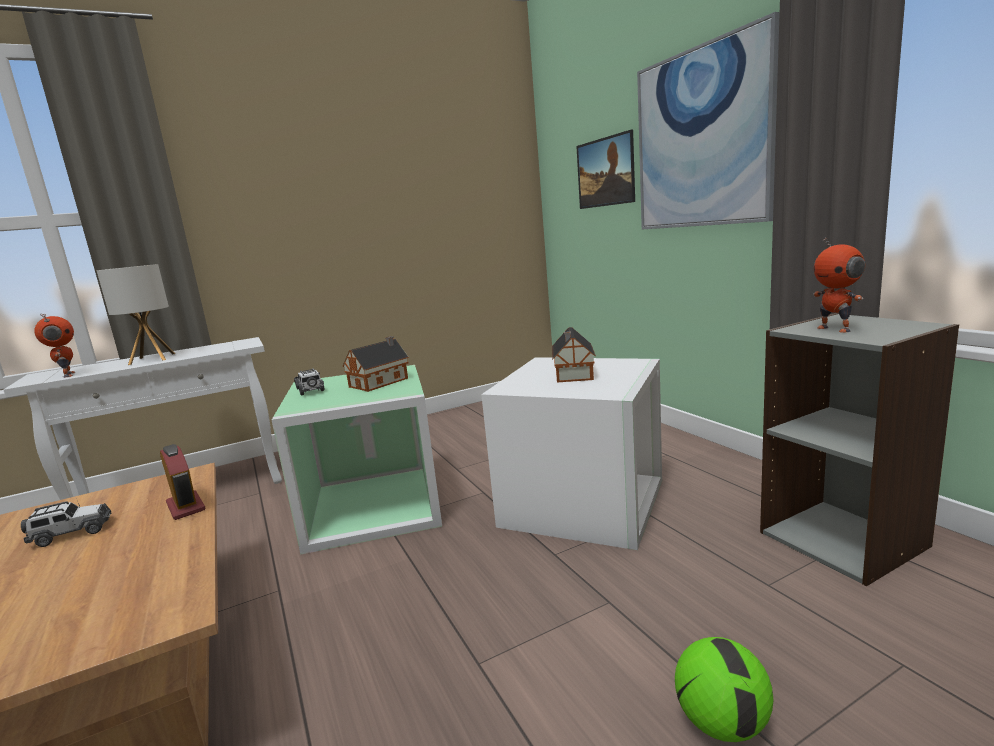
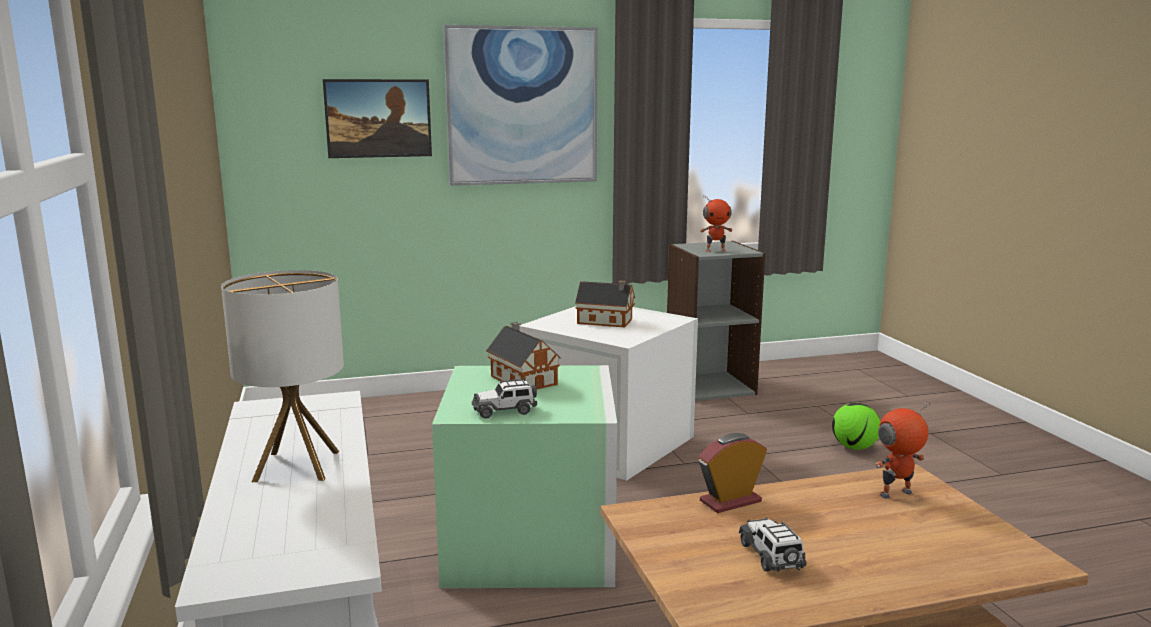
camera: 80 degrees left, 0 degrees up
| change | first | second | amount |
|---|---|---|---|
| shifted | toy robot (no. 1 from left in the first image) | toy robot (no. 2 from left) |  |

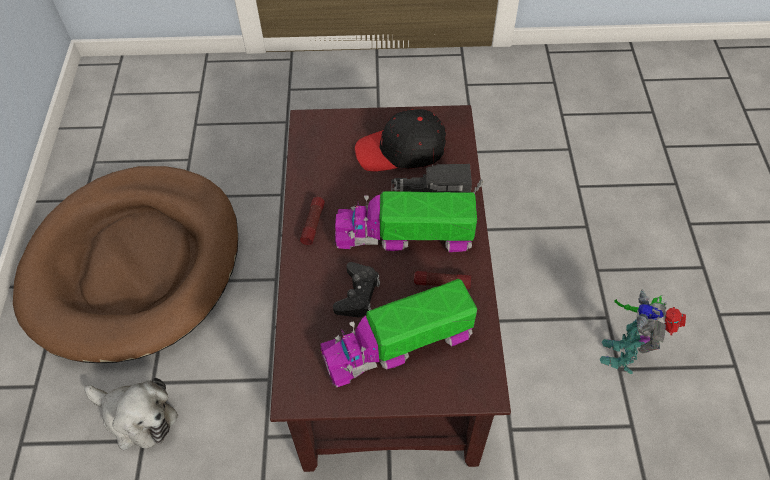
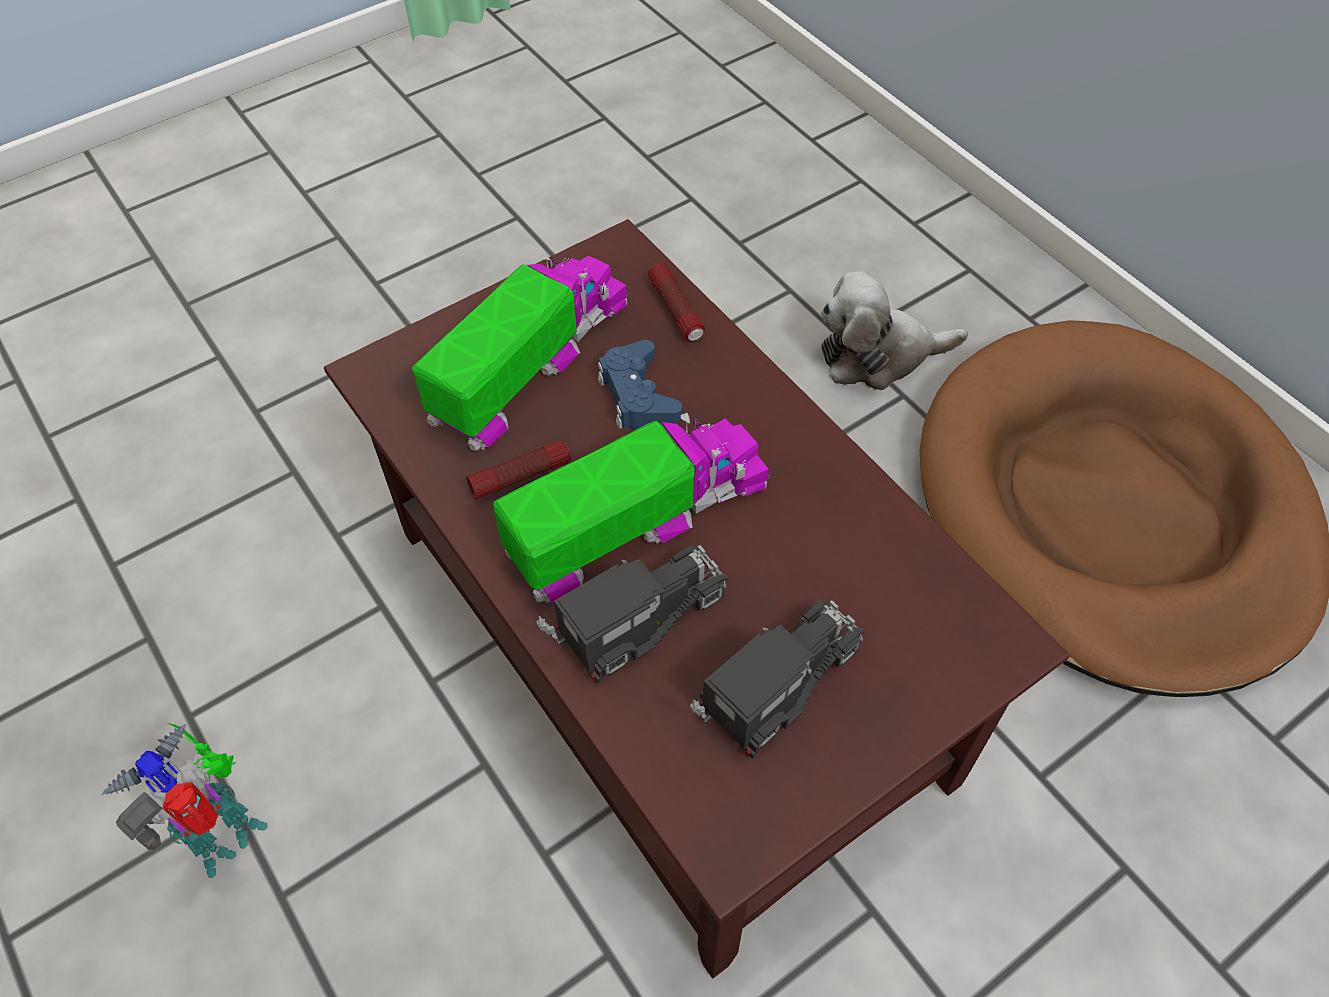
camera: 145 degrees right, 0 degrees up
| change | first | second | amount |
|---|---|---|---|
| shifted | flashlight (no. 1 from left in the first image) | flashlight (no. 2 from left) |  |
| repainted | black game controller | blue game controller |  |
| swapped | black cap | toy truck (no. 4 from left) |  |
| rotated | toy robot |  | 120 degrees counterclockwise |

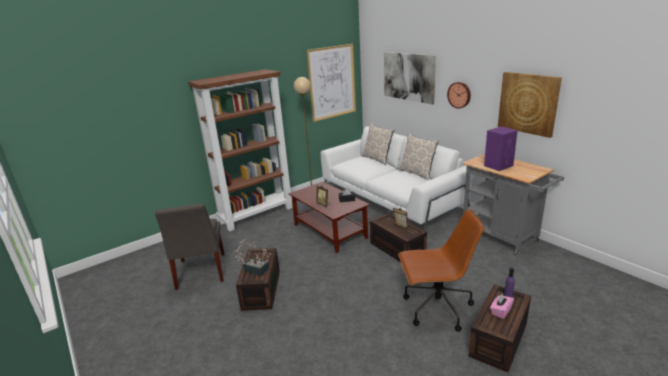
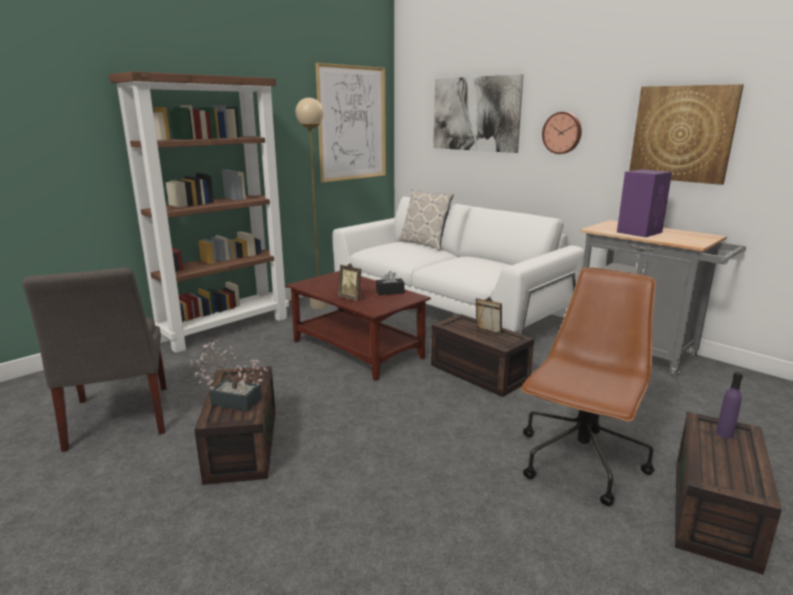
camera: 10 degrees left, 5 degrees down
| change | first | second | amount |
|---|---|---|---|
| rotated | brown office chair |  | 45 degrees counterclockwise |
| gone | pillow (no. 2 from left) |  |  |
| gone | pink tissue box |  |  |

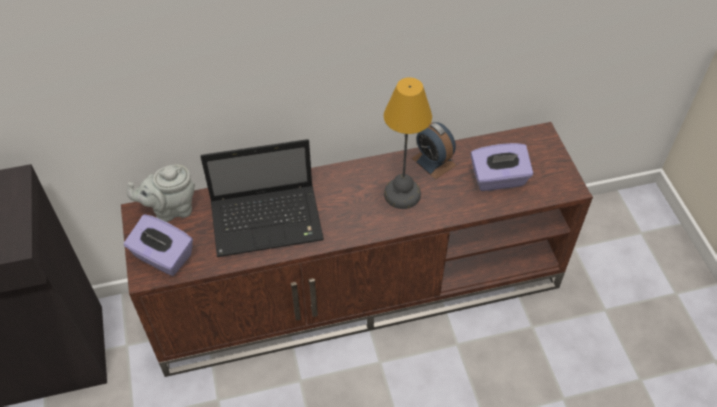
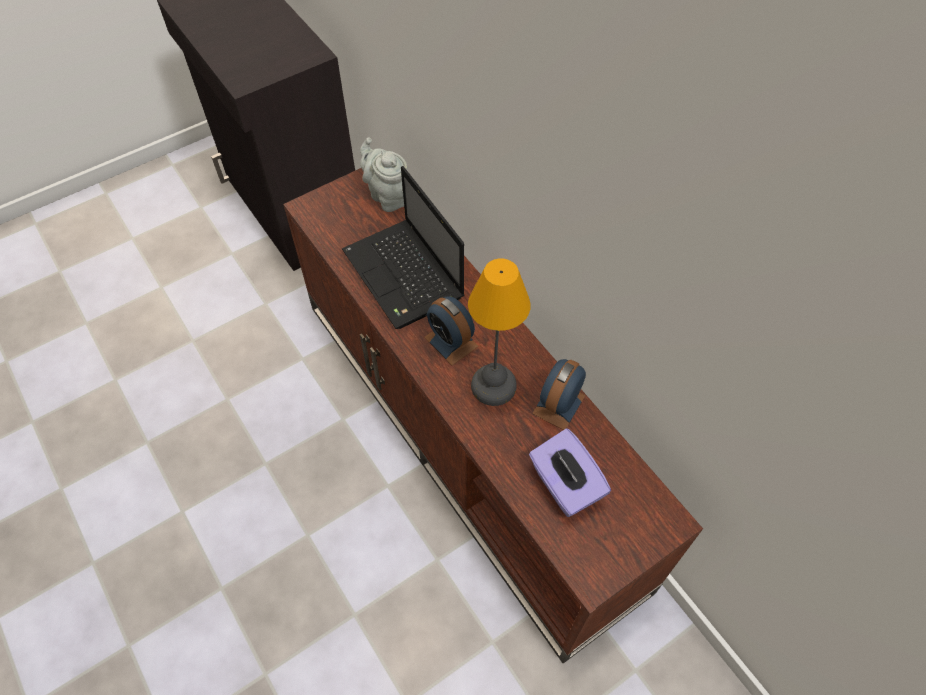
camera: 70 degrees right, 5 degrees up
| change | first | second | amount |
|---|---|---|---|
| gone | purple tissue box (no. 1 from left) |  |  |
| new |  | alarm clock (no. 1 from left) |  |

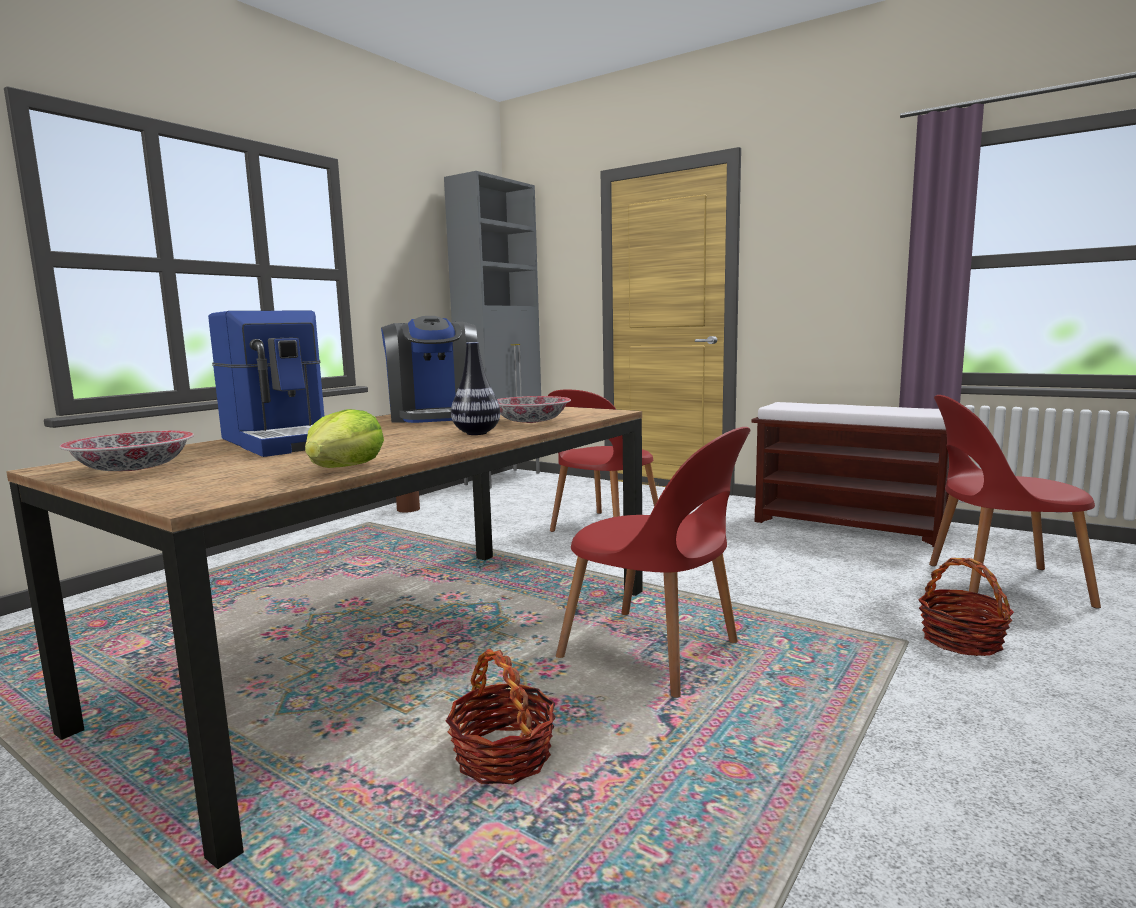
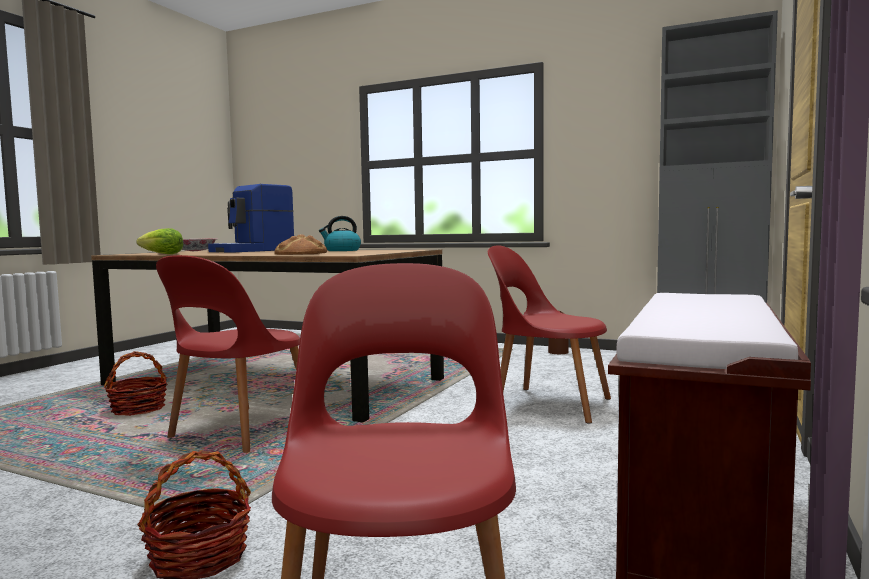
camera: 80 degrees right, 5 degrees down
| change | first | second | amount |
|---|---|---|---|
| swapped | coffee machine (no. 2 from left) | kettle |  |
| gone | vase |  |  |
| swapped | bowl (no. 2 from left) | bread |  |

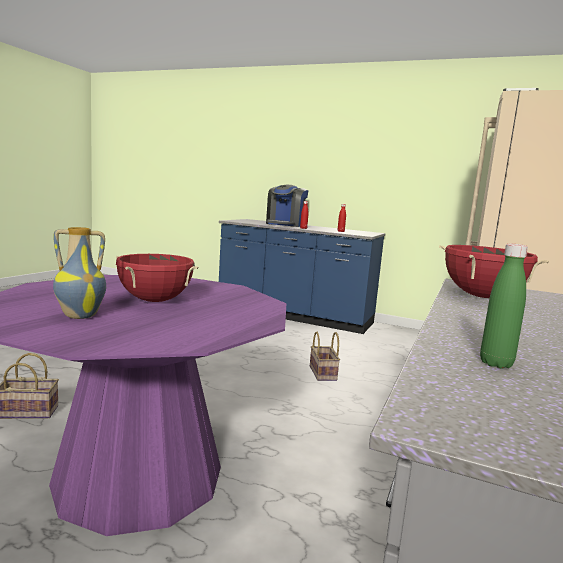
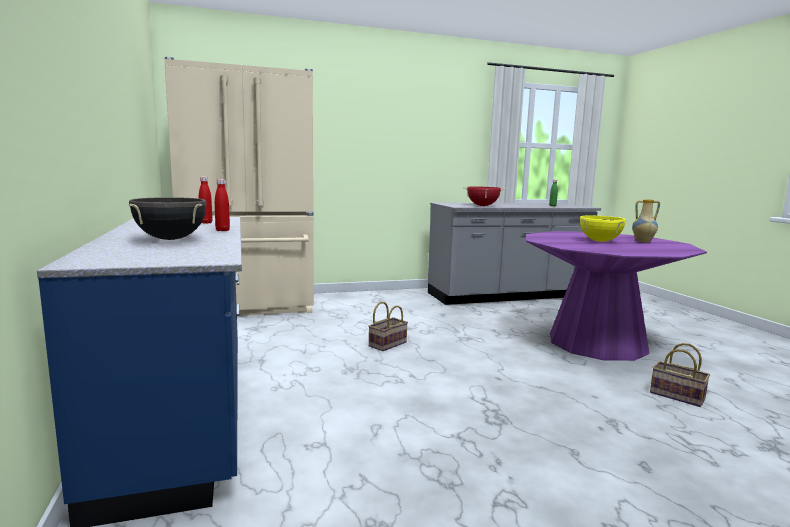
camera: 130 degrees left, 0 degrees up
| change | first | second | amount |
|---|---|---|---|
| repainted | red cooking pot (no. 1 from left) | yellow cooking pot |  |
| swapped | coffee machine | black cooking pot |  |

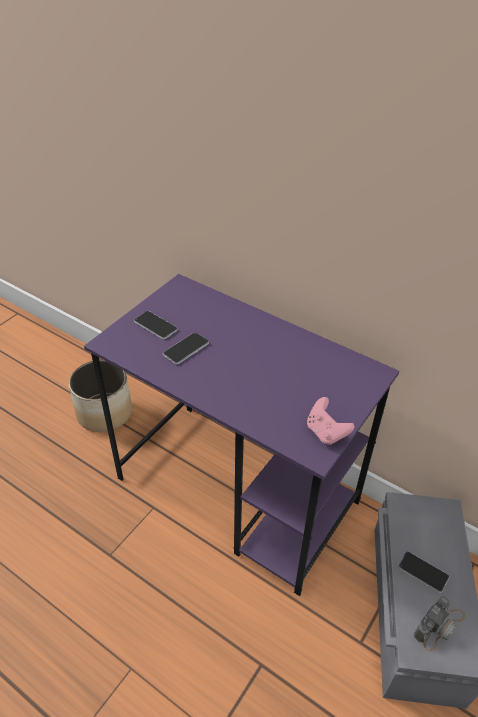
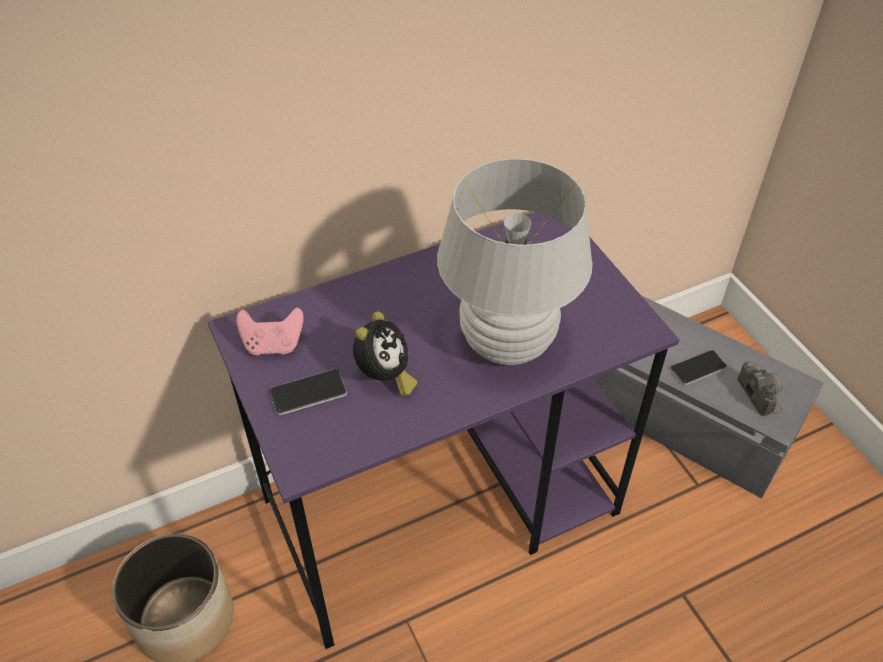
camera: 60 degrees left, 5 degrees up
| change | first | second | amount |
|---|---|---|---|
| swapped | phone (no. 2 from left) | alarm clock |  |
| shifted | pink game controller |  |  |
| new |  | white table lamp |  |

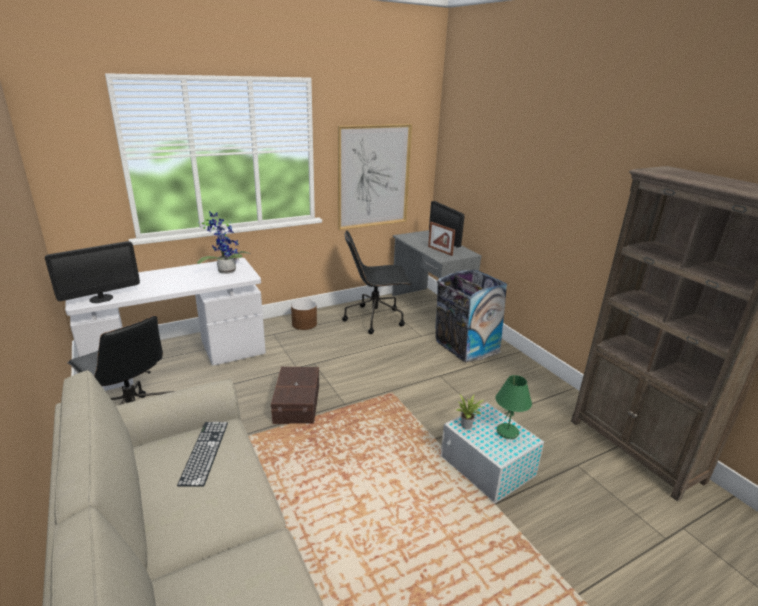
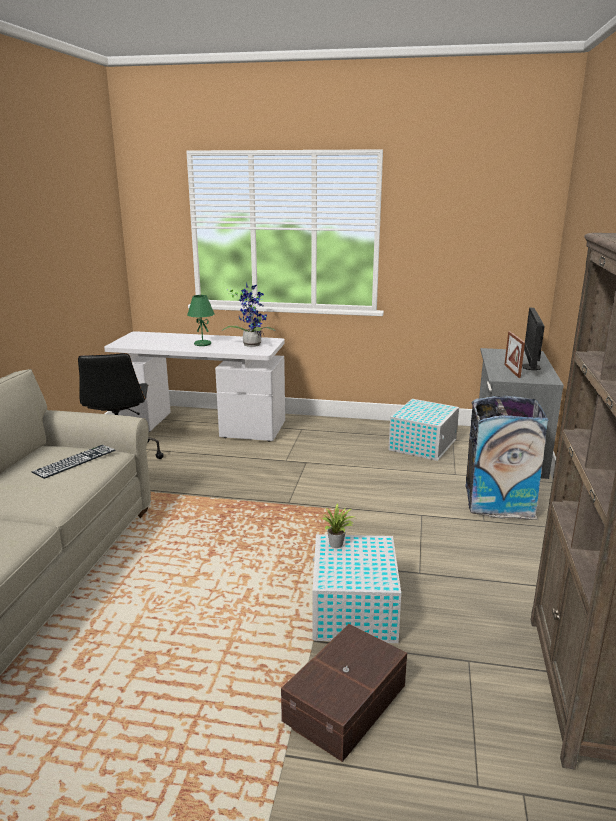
camera: 40 degrees right, 5 degrees down
| change | first | second | amount |
|---|---|---|---|
| gone | monitor (no. 1 from left) |  |  |
| shifted | brown storage box |  |  |
| gone | brown planter |  |  |
| gone | picture |  |  |
| swapped | black office chair (no. 2 from left) | white storage box (no. 2 from left) |  |
| shifted | green table lamp |  |  |

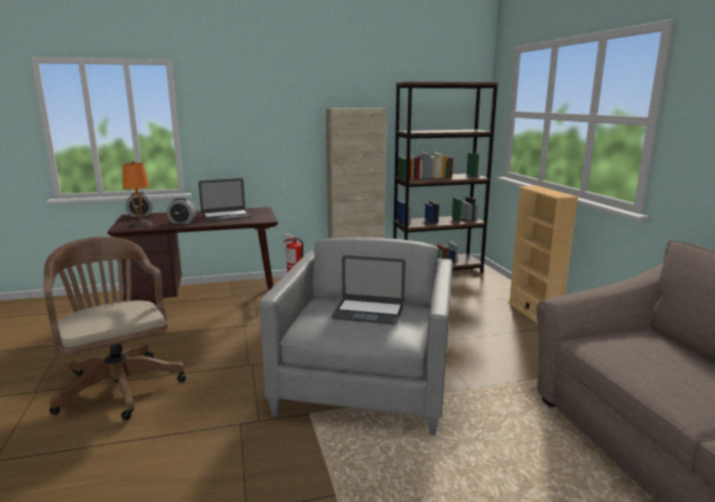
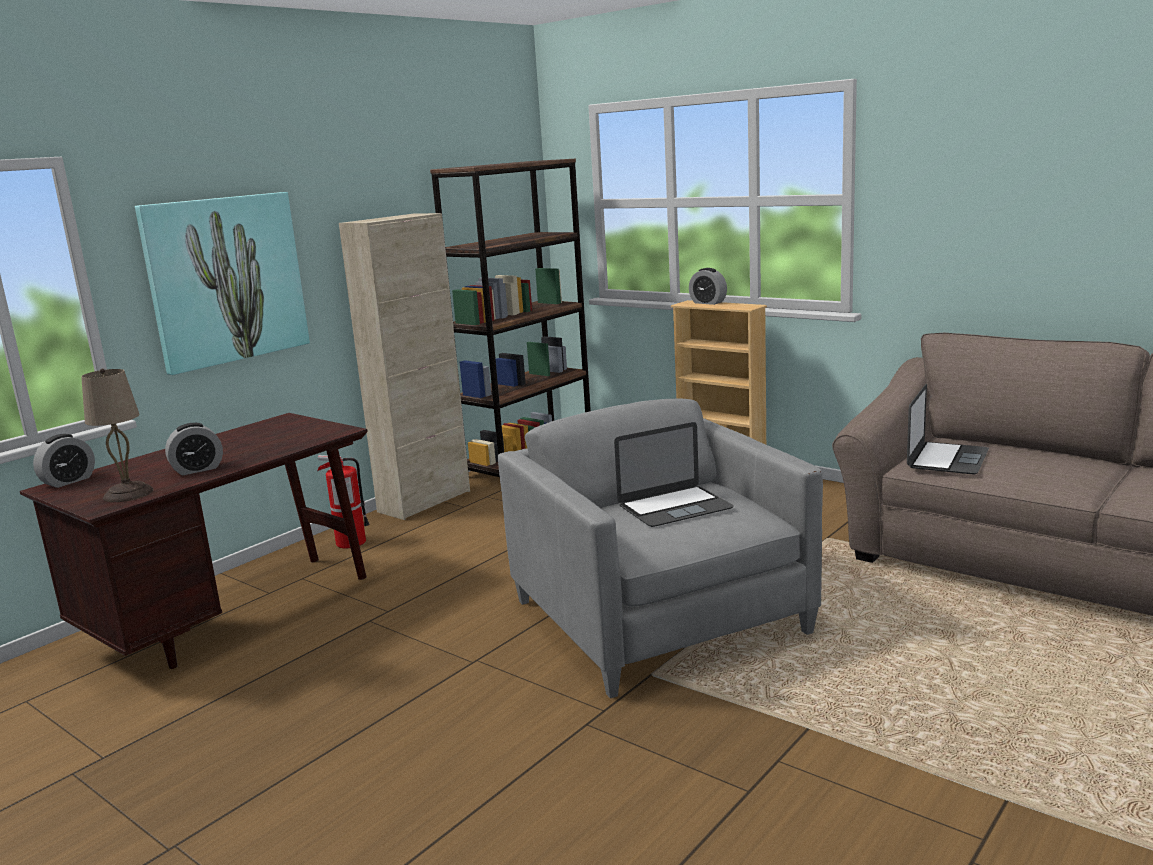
camera: 35 degrees left, 0 degrees up
| change | first | second | amount |
|---|---|---|---|
| gone | brown office chair |  |  |
| repainted | orange table lamp | beige table lamp |  |
| shifted | laptop (no. 1 from left in the first image) | laptop (no. 2 from left) |  |
| new |  | picture |  |
| new |  | alarm clock (no. 3 from left) |  |

